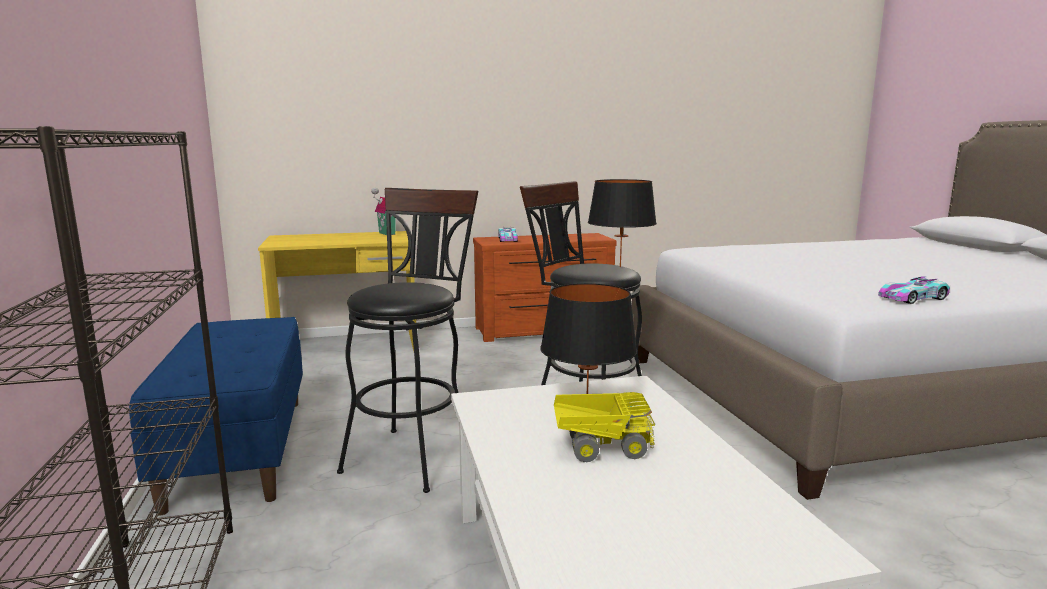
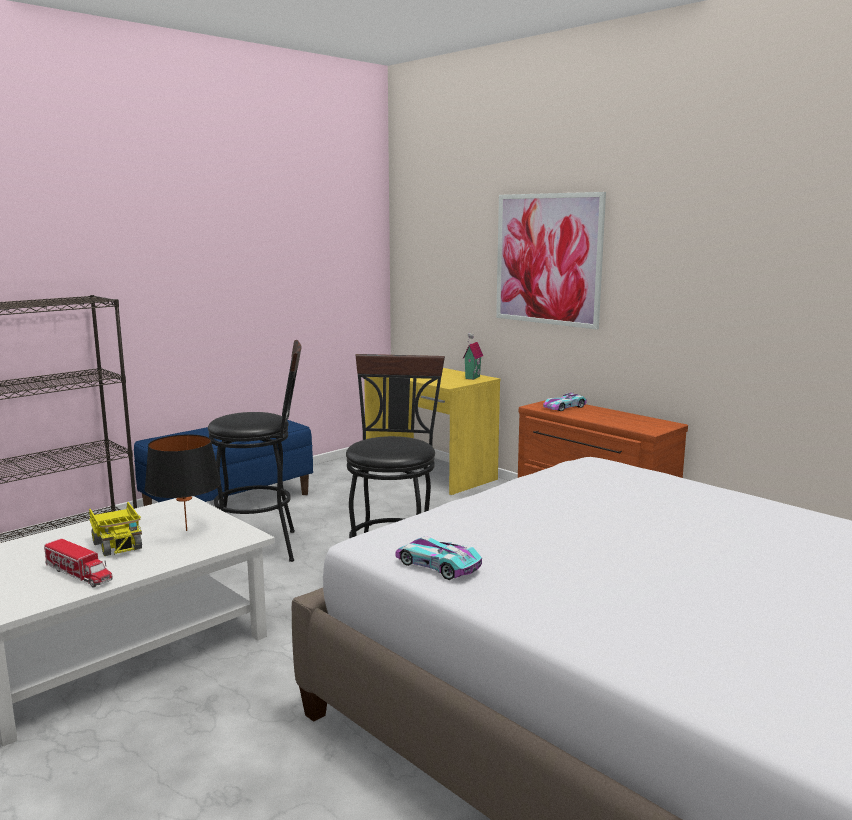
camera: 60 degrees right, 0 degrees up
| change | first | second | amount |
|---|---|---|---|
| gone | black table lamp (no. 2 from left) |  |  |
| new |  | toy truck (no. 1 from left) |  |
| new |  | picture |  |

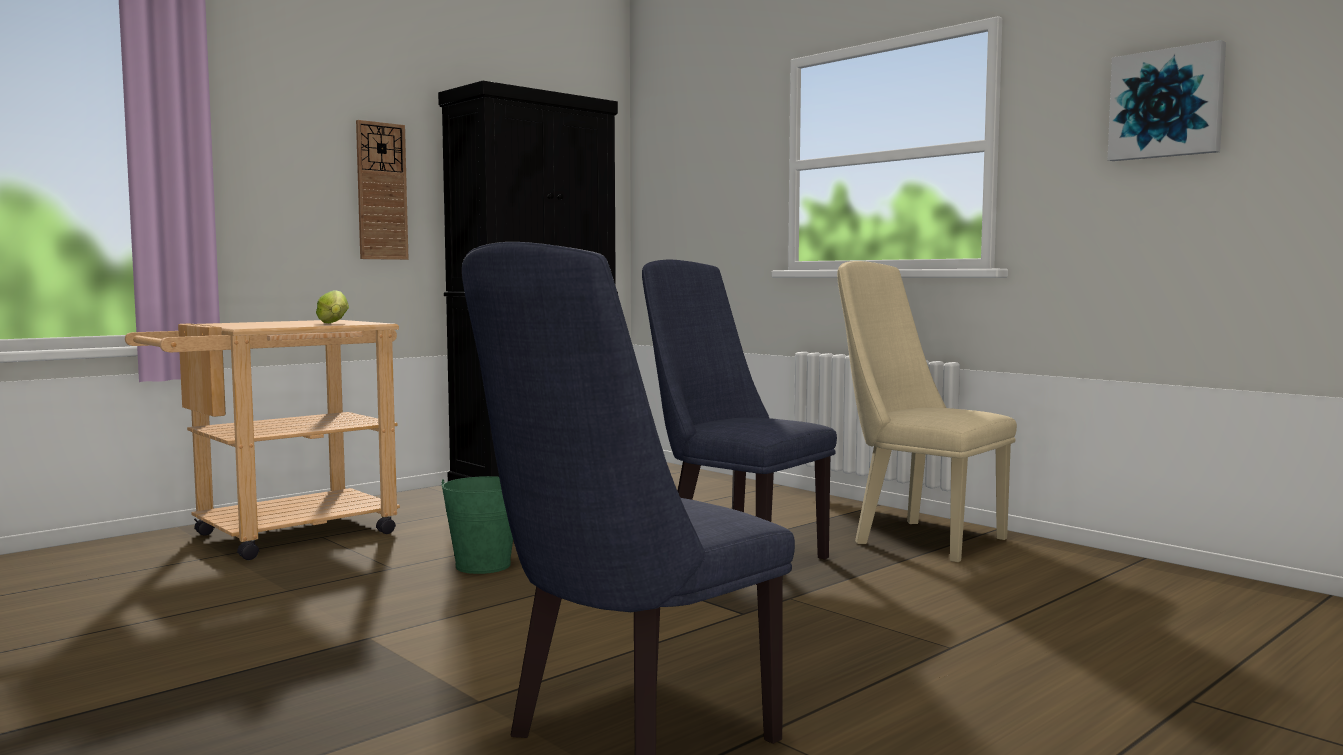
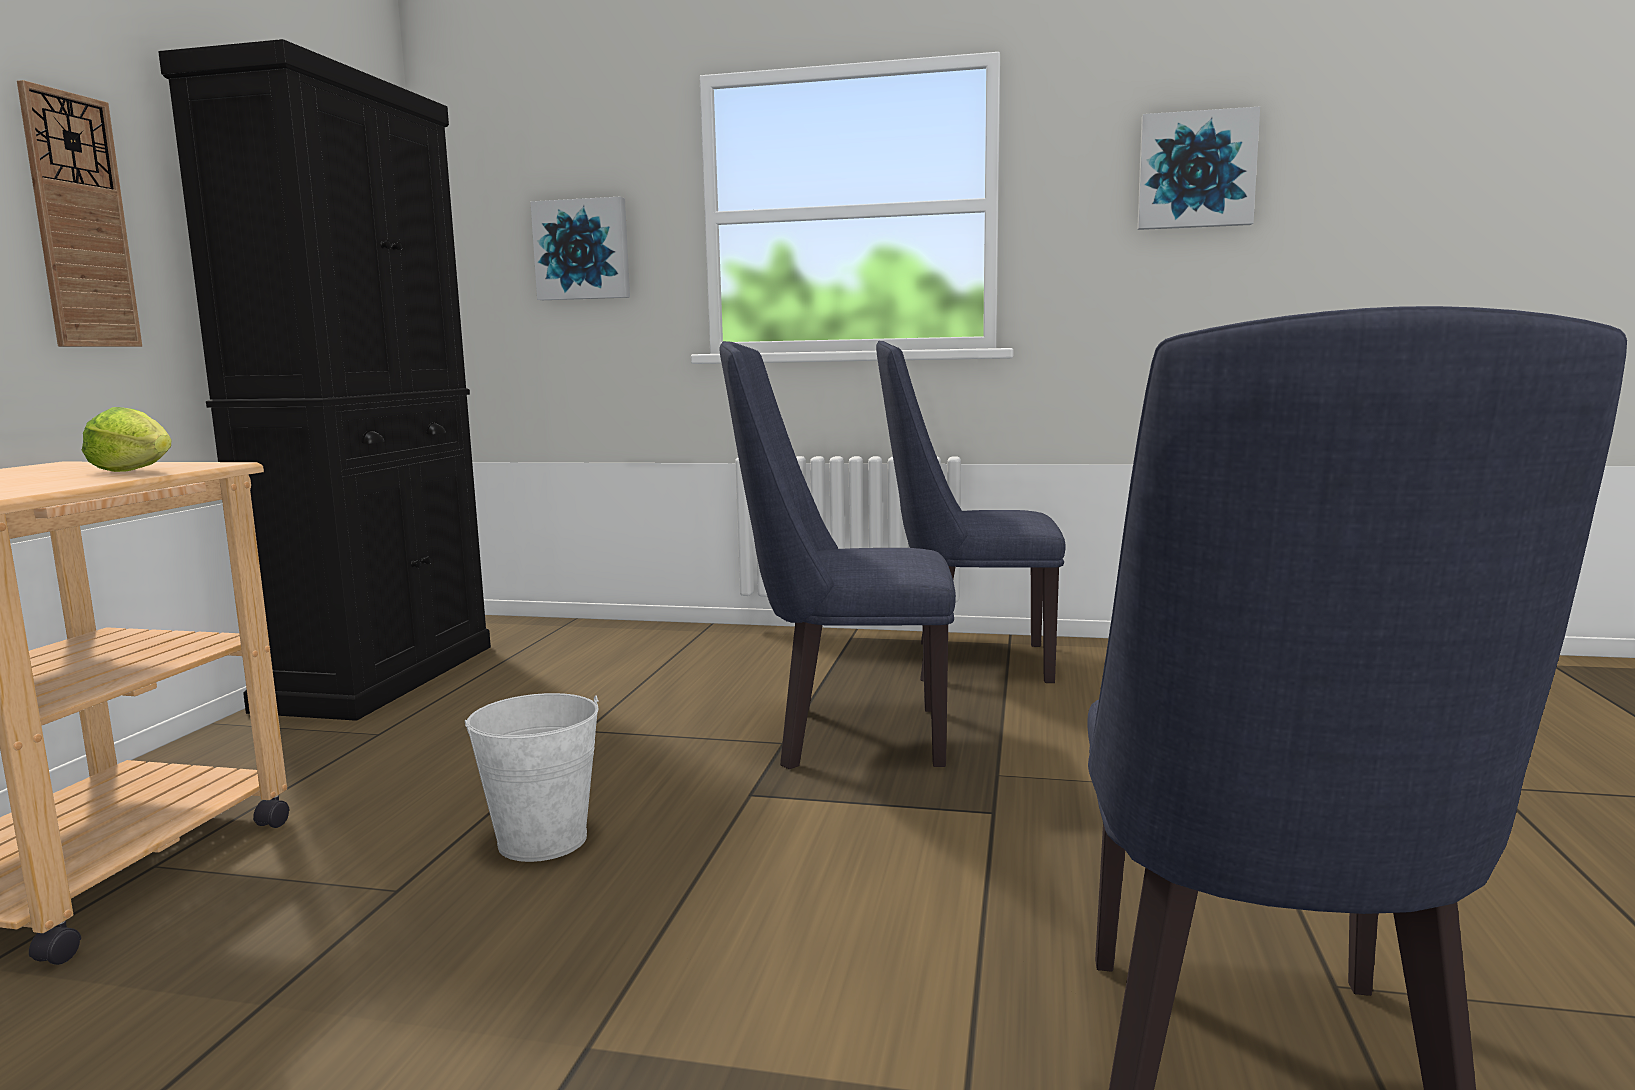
camera: 35 degrees left, 5 degrees up
| change | first | second | amount |
|---|---|---|---|
| repainted | green bucket | white bucket |  |
| repainted | beige chair | blue chair (no. 2 from left) |  |
| new |  | picture (no. 1 from left) |  |

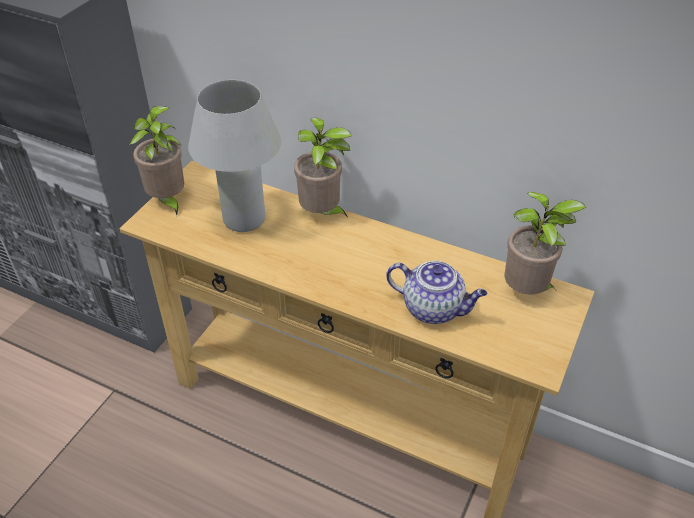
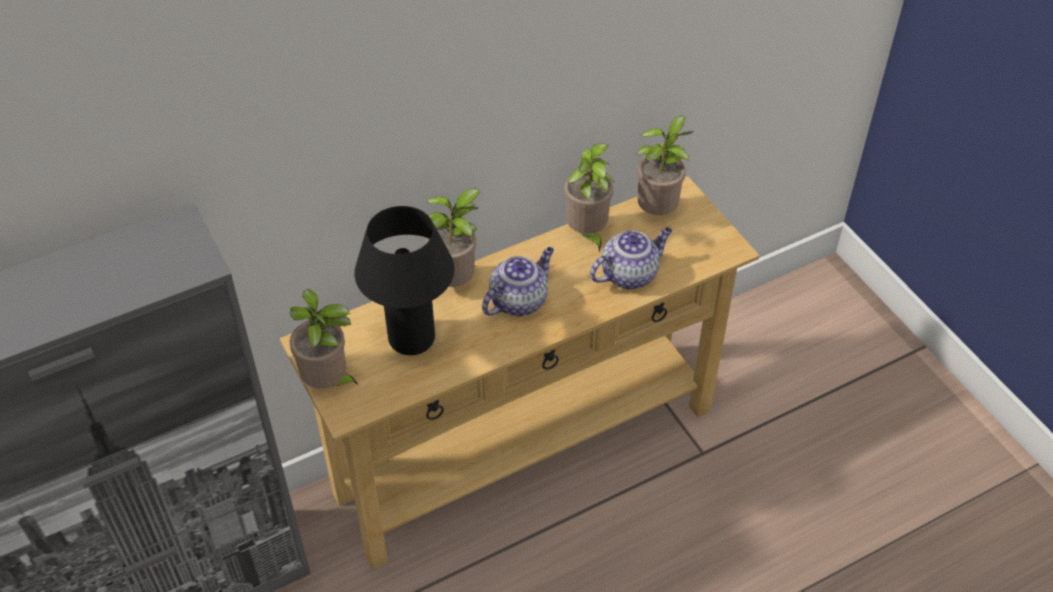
camera: 55 degrees left, 5 degrees up
| change | first | second | amount |
|---|---|---|---|
| repainted | white table lamp | black table lamp |  |
| new |  | teapot (no. 1 from left) |  |
| new |  | potted plant (no. 3 from left) |  |

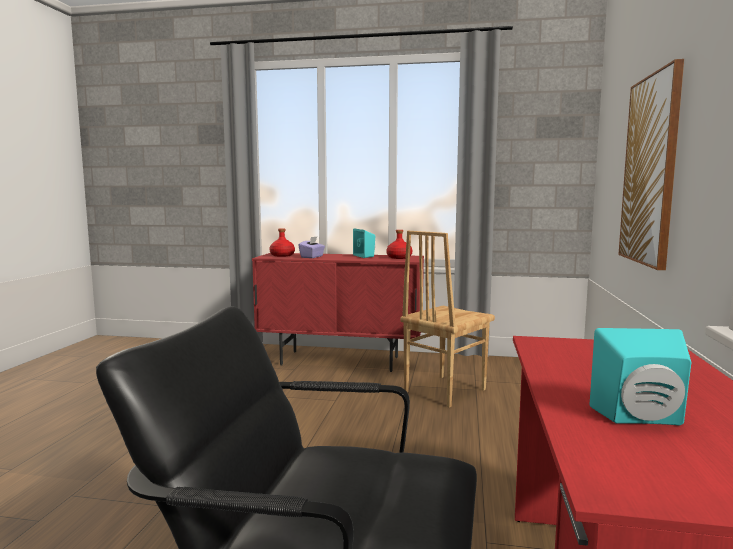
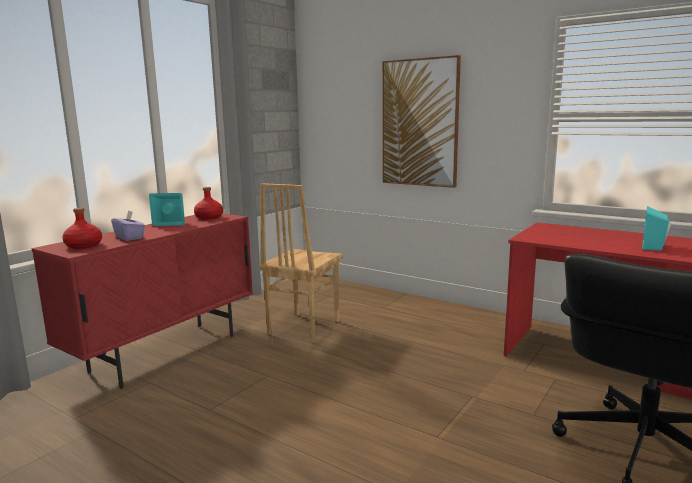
camera: 65 degrees left, 5 degrees up
| change | first | second | amount |
|---|---|---|---|
| rotated | brown chair |  | 45 degrees clockwise |

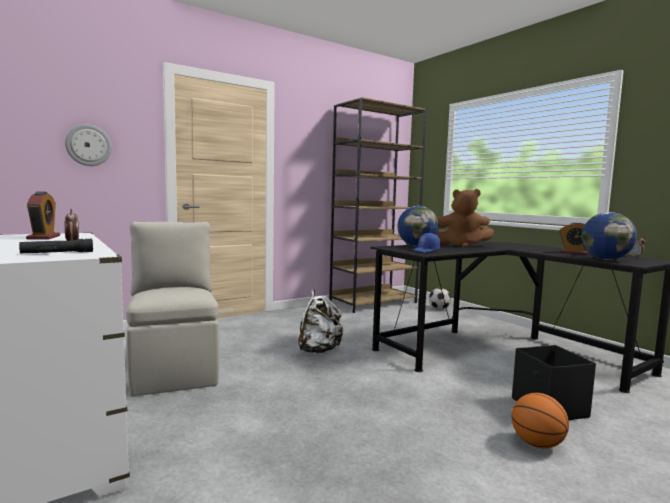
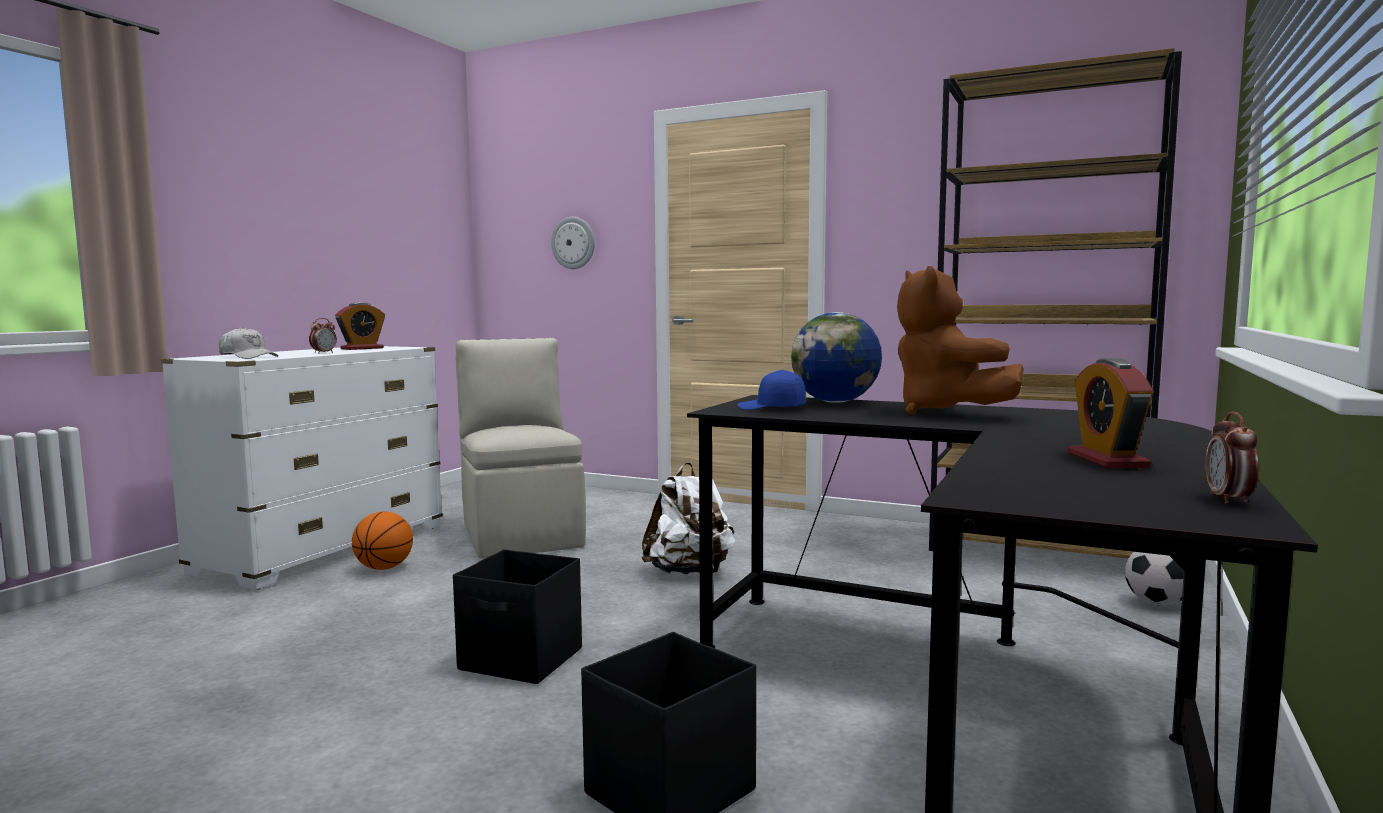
camera: 60 degrees right, 0 degrees up
| change | first | second | amount |
|---|---|---|---|
| swapped | black flashlight | white cap |  |
| rotated | beige chair |  | 60 degrees counterclockwise |
| shifted | basketball |  |  |
| gone | globe (no. 2 from left) |  |  |
| new |  | black storage box (no. 1 from left) |  |

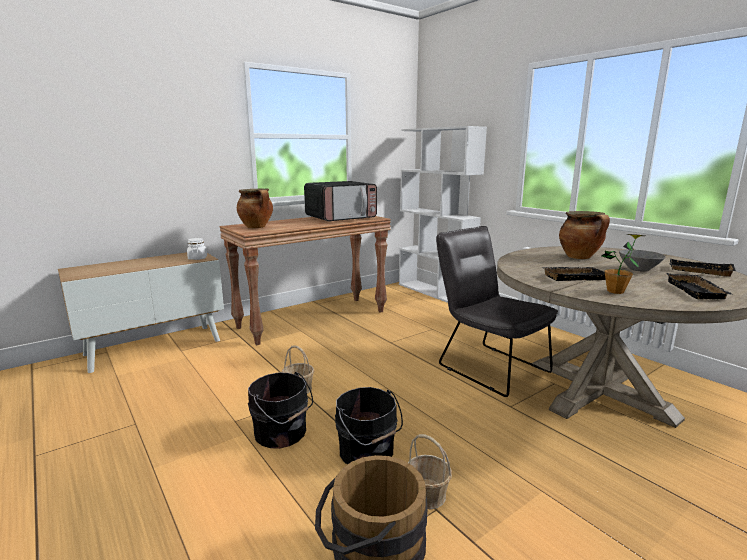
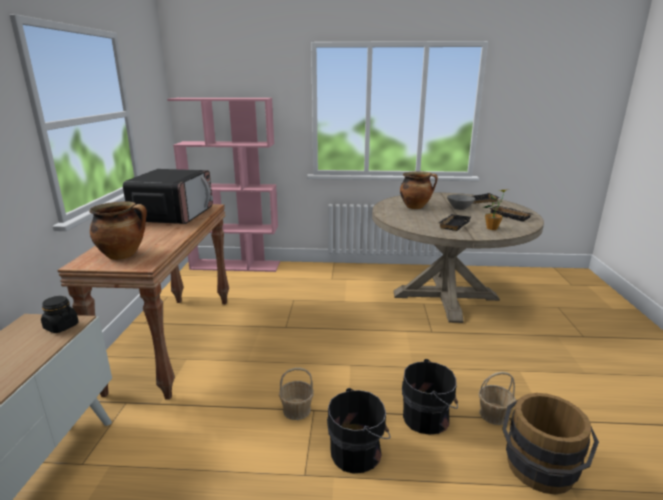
camera: 50 degrees left, 5 degrees up
| change | first | second | amount |
|---|---|---|---|
| repainted | white jar | black jar |  |
| repainted | white bookcase | pink bookcase |  |
| gone | grey chair |  |  |

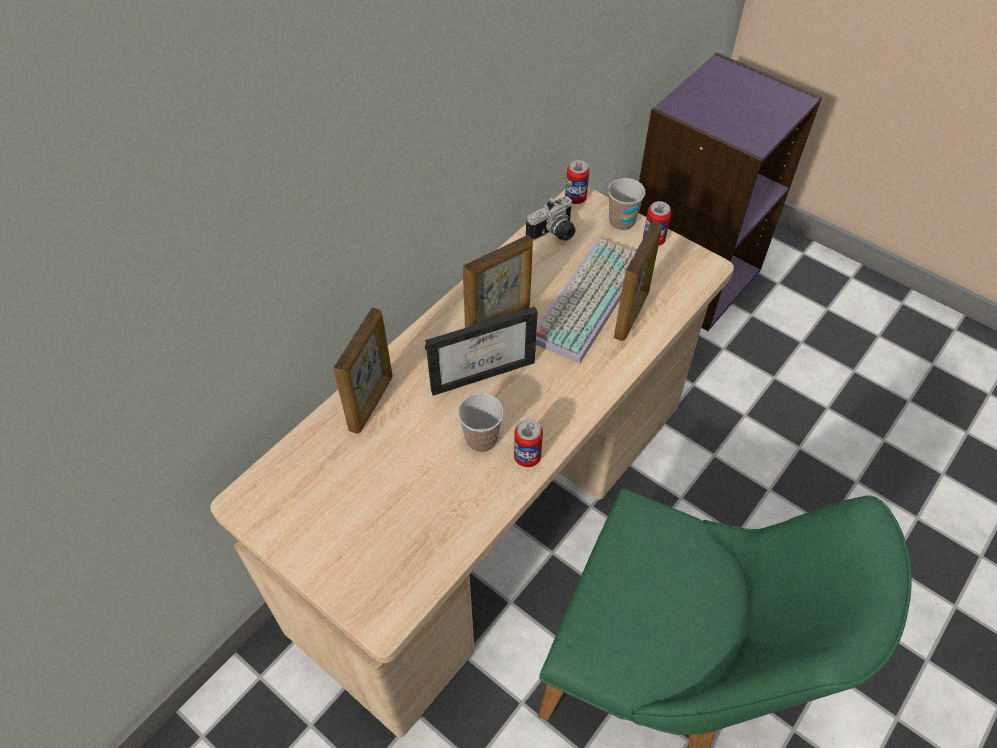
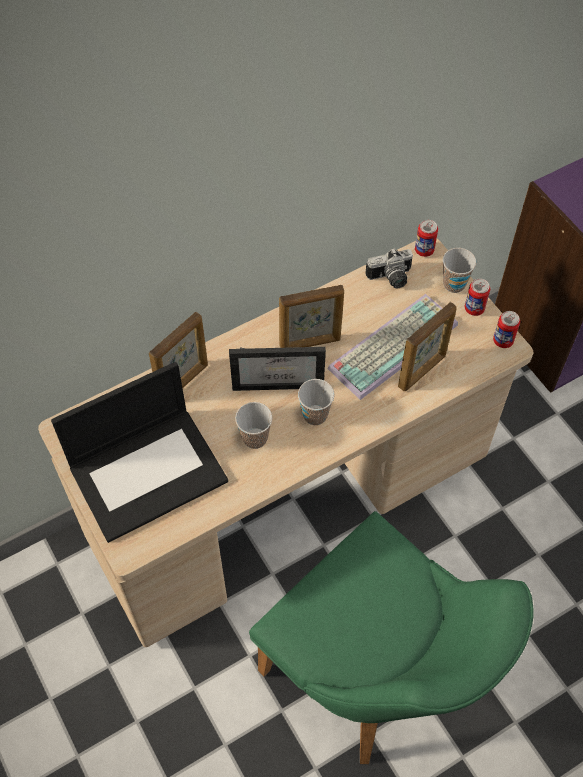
camera: 20 degrees right, 5 degrees up
| change | first | second | amount |
|---|---|---|---|
| shifted | can (no. 1 from left in the first image) | can (no. 3 from left) |  |
| new |  | laptop |  |
| new |  | cup (no. 2 from left) |  |

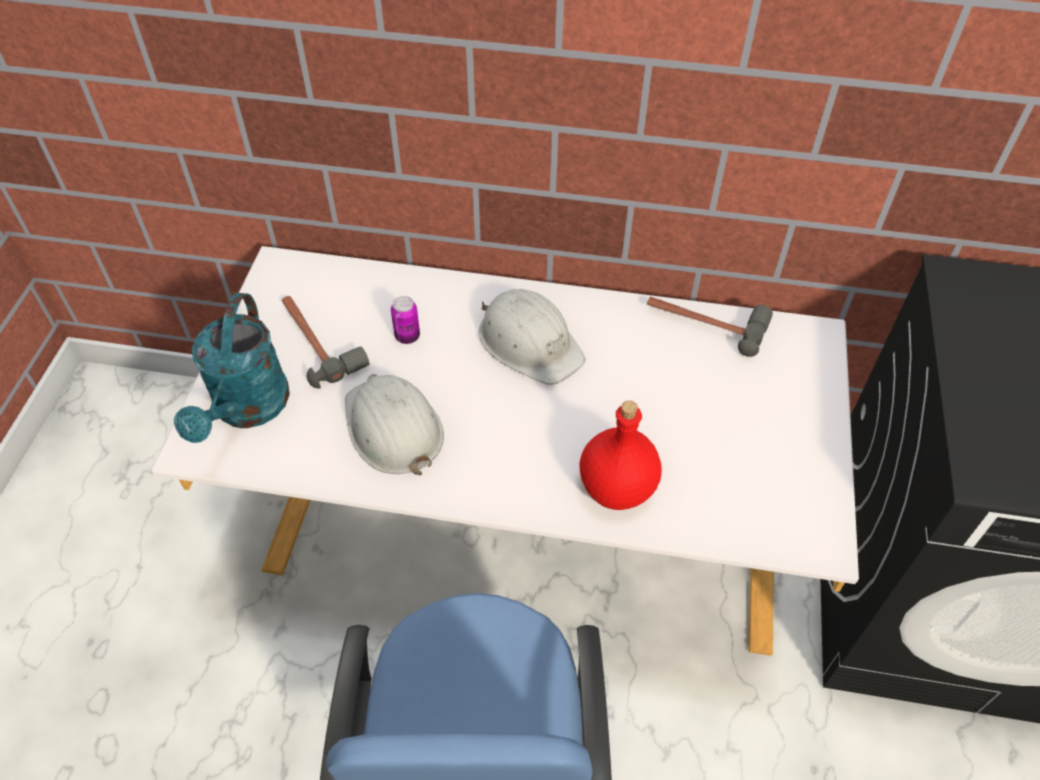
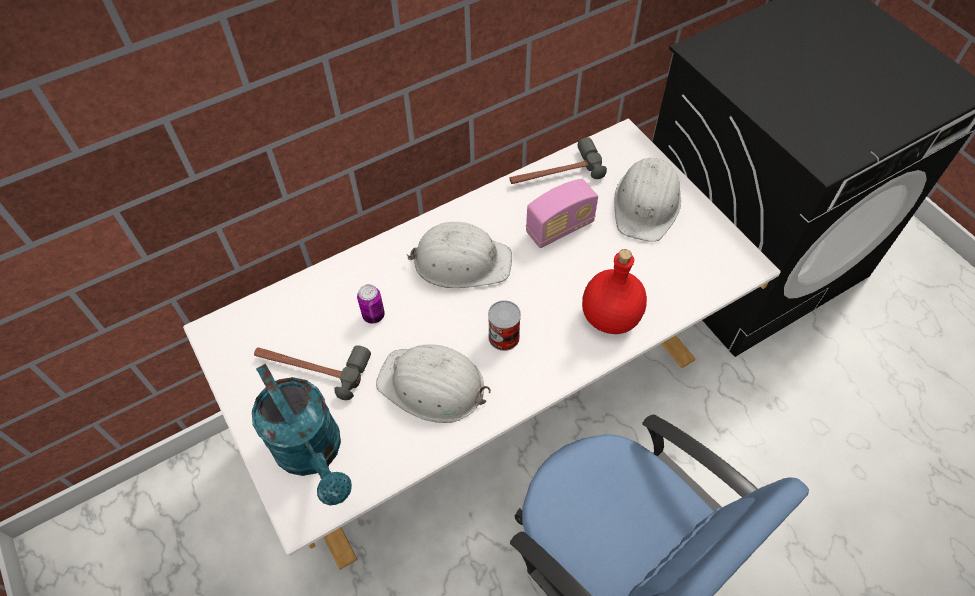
camera: 40 degrees left, 5 degrees up
| change | first | second | amount |
|---|---|---|---|
| new |  | can (no. 2 from left) |  |
| new |  | radio |  |
| new |  | white hard hat (no. 3 from left) |  |

